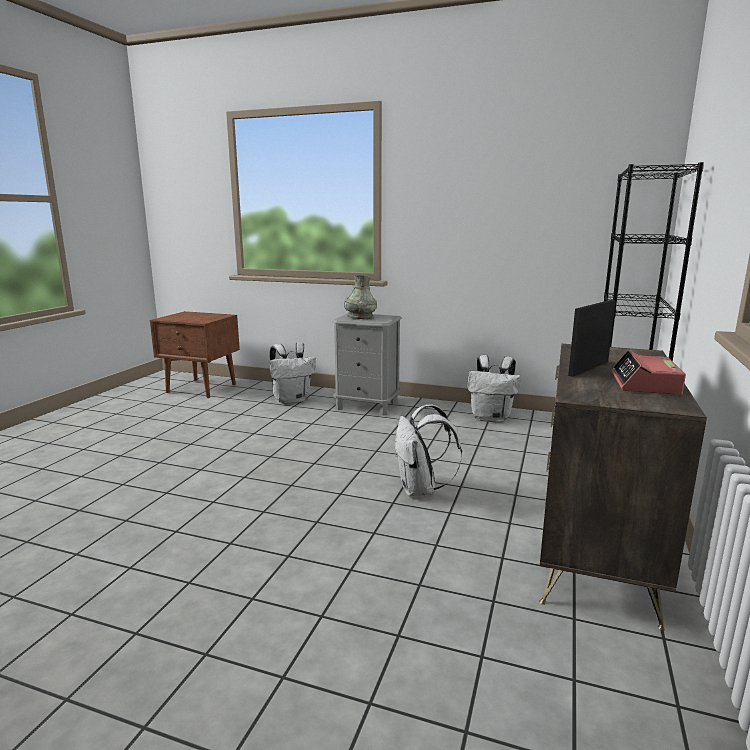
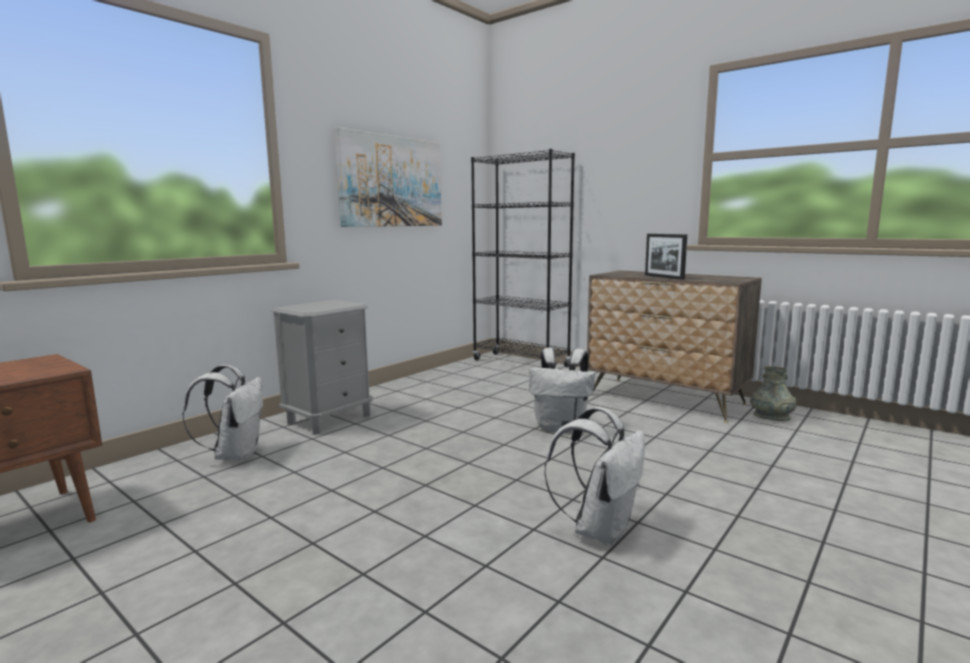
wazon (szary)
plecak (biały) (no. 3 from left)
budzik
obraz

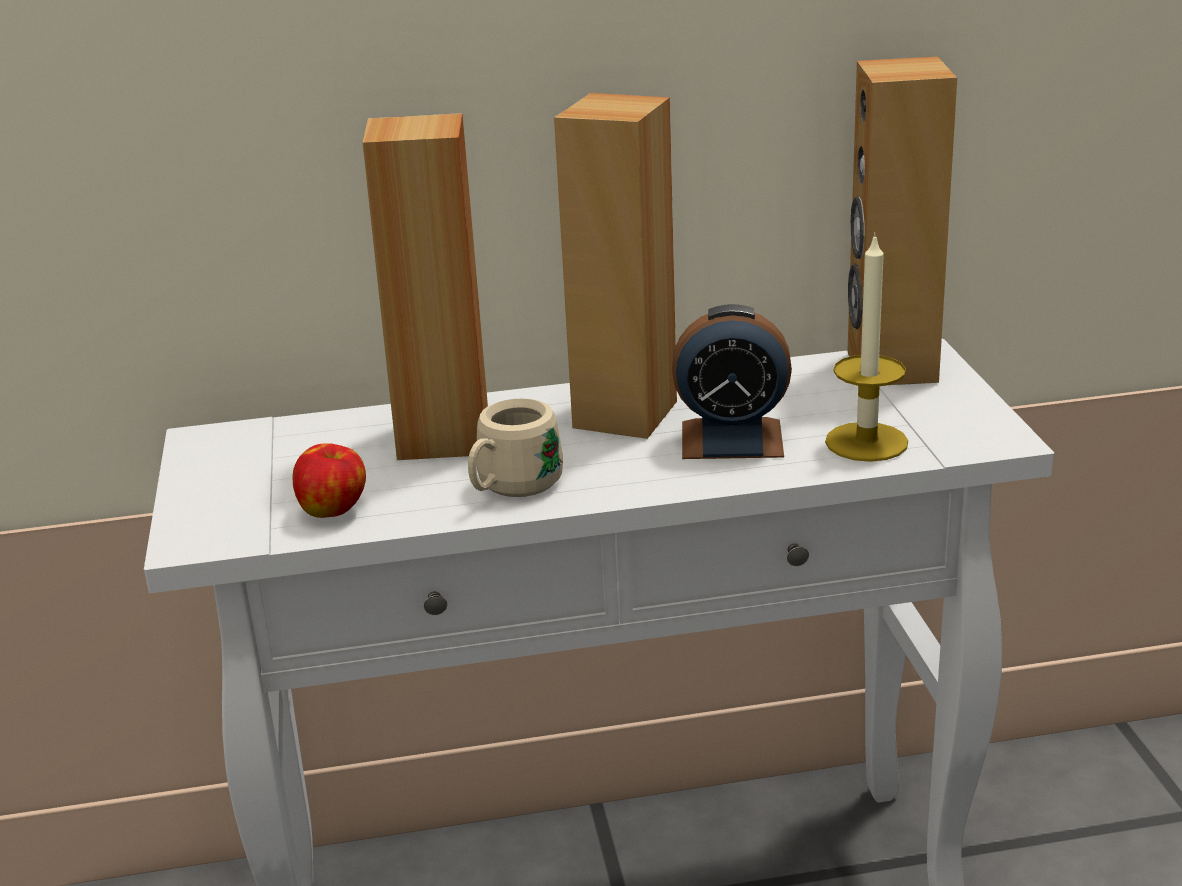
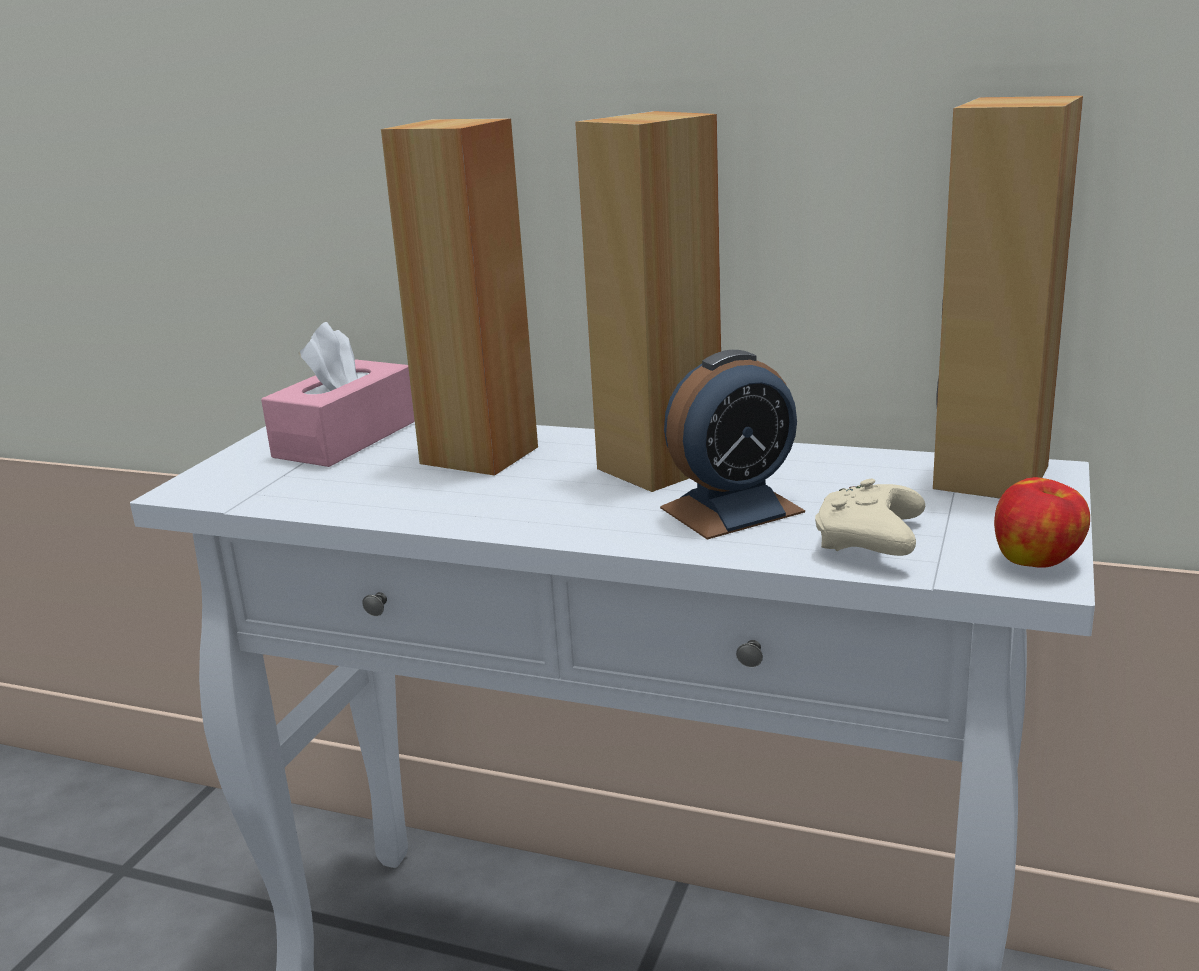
jabłko
kubek (beżowy)
budzik
pad do gier (beżowy)
pudełko chusteczek (różowy)

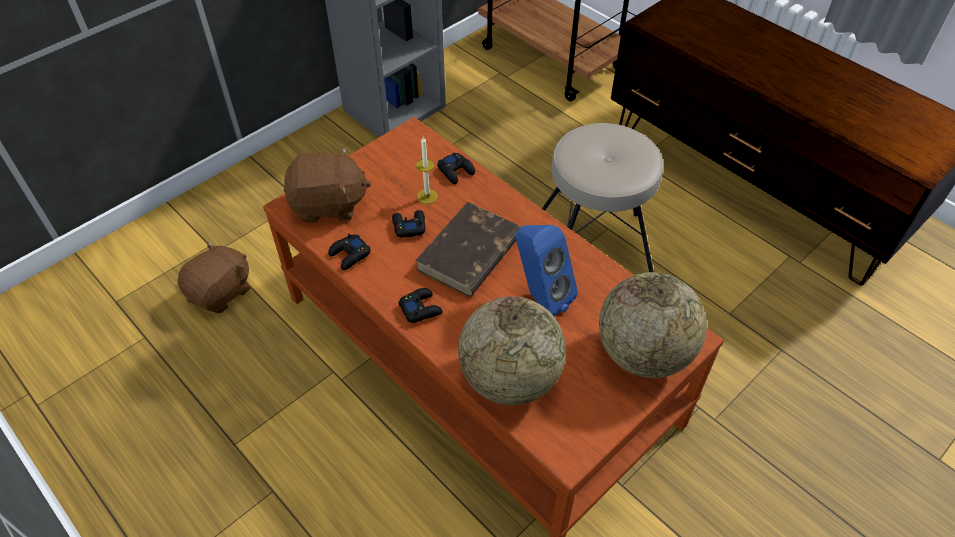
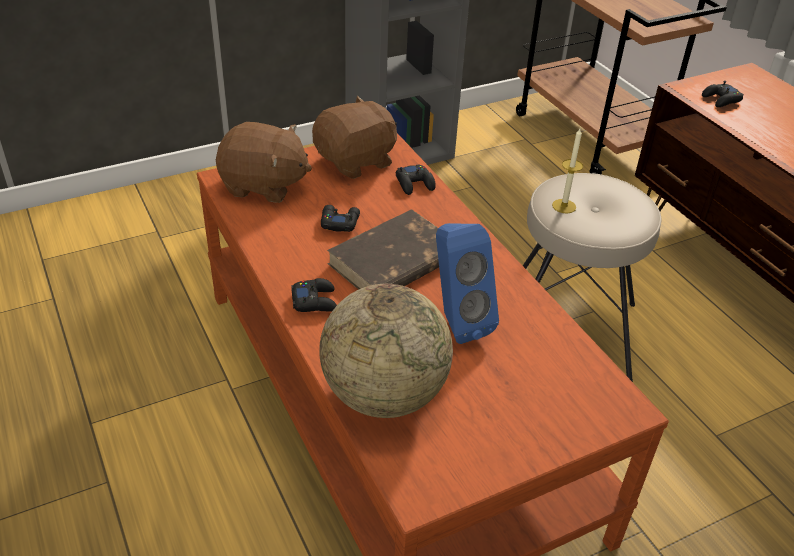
pluszak (brązowy) (no. 2 from left)
pad do gier (czarny) (no. 4 from left)
świeca
globus (no. 2 from left in the first image)

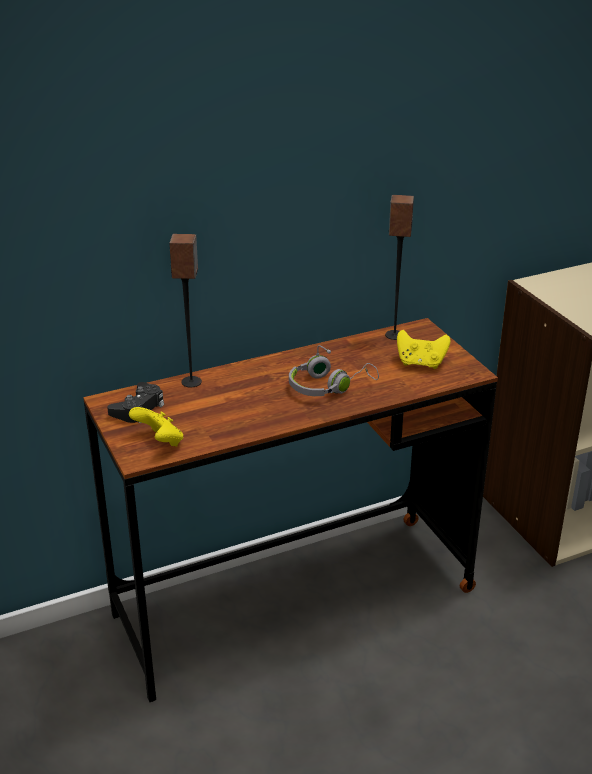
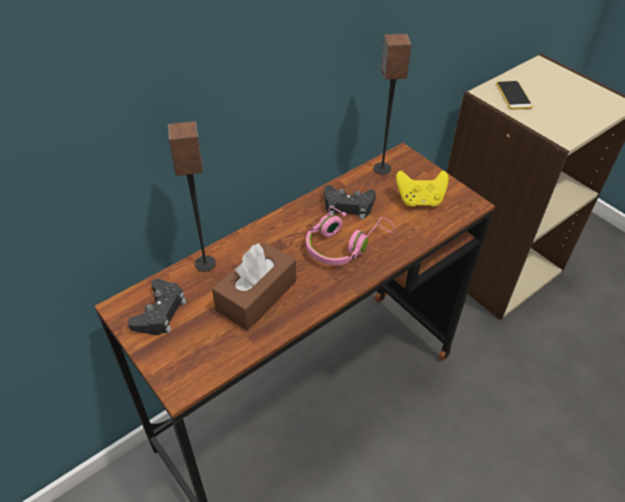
pad do gier (żółty) (no. 1 from left in the first image)
słuchawki (różowy)
pudełko chusteczek (brązowy)
pad do gier (czarny) (no. 2 from left)
telefon

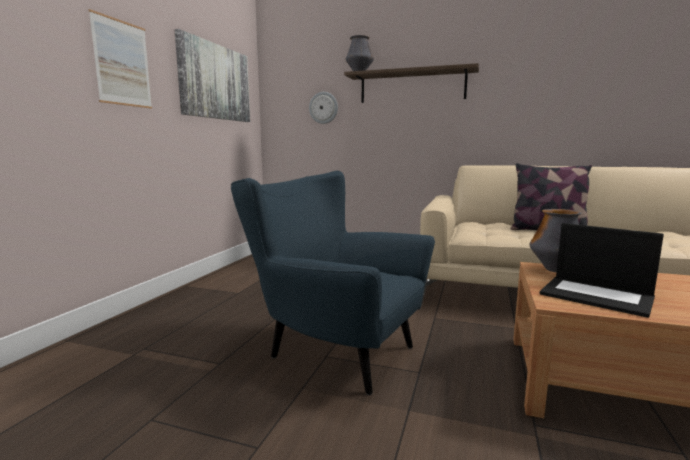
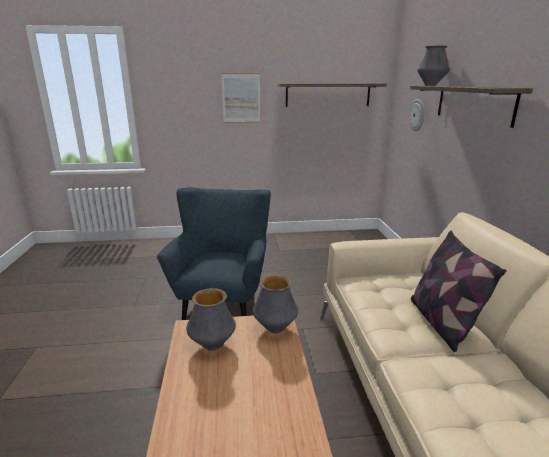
półka (no. 1 from left)
wazon (no. 1 from left)

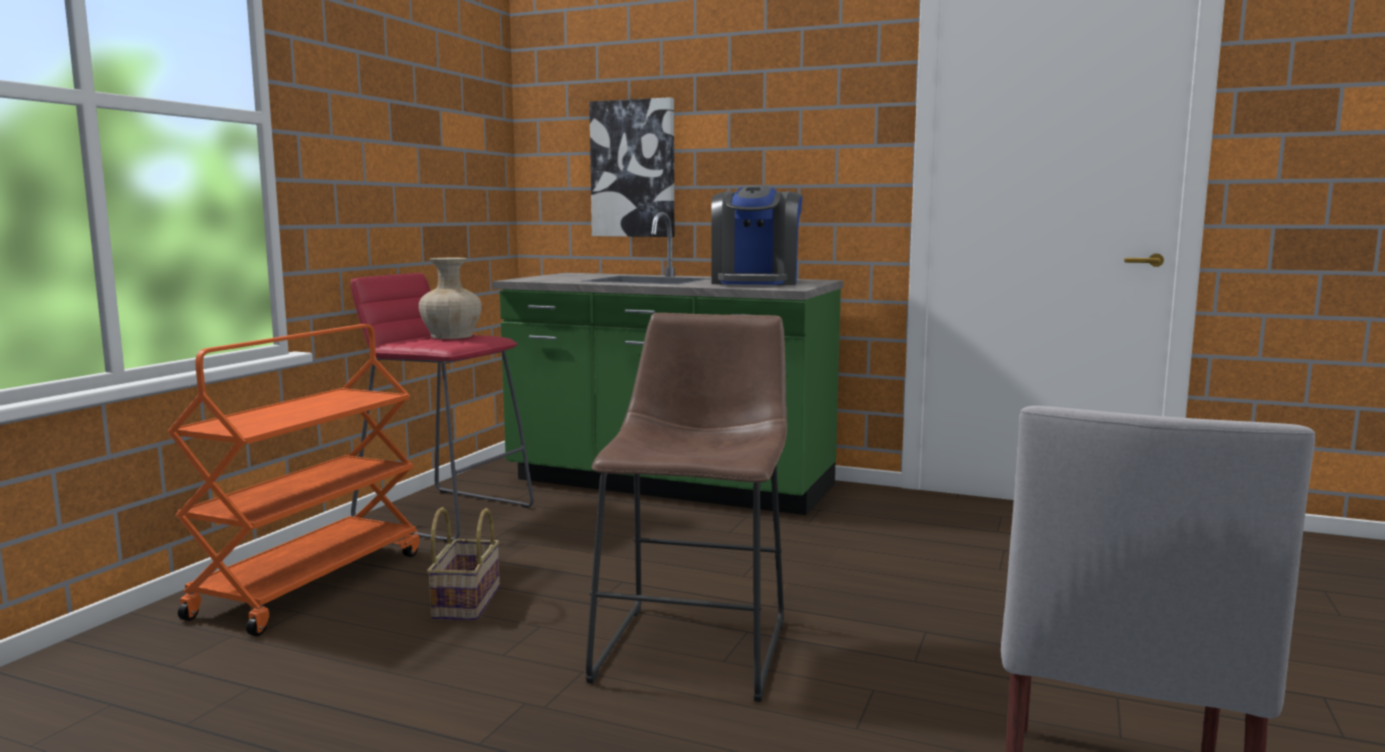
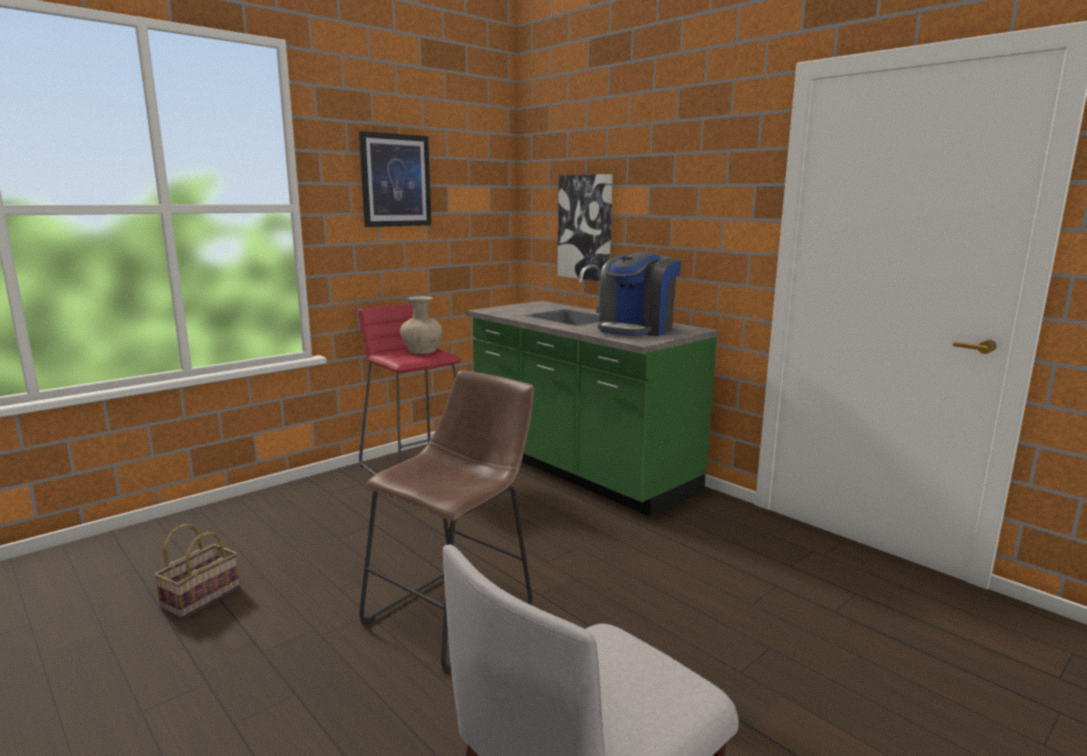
wózek (pomarańczowy)
koszyk
obraz (no. 1 from left)

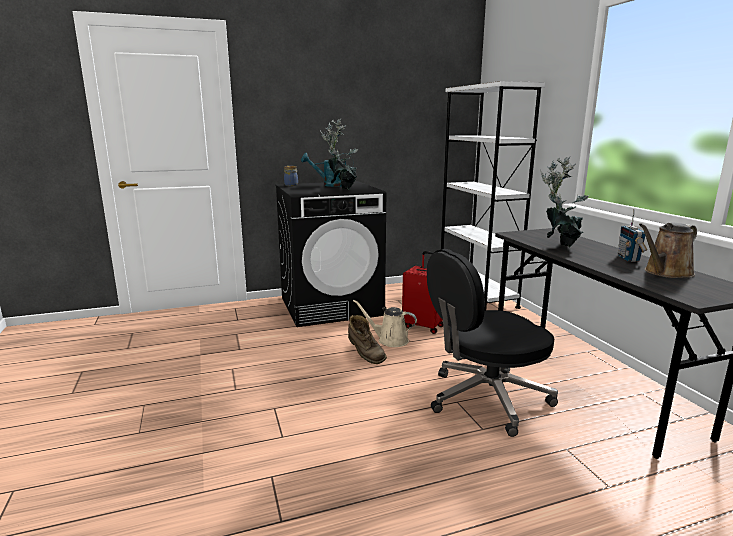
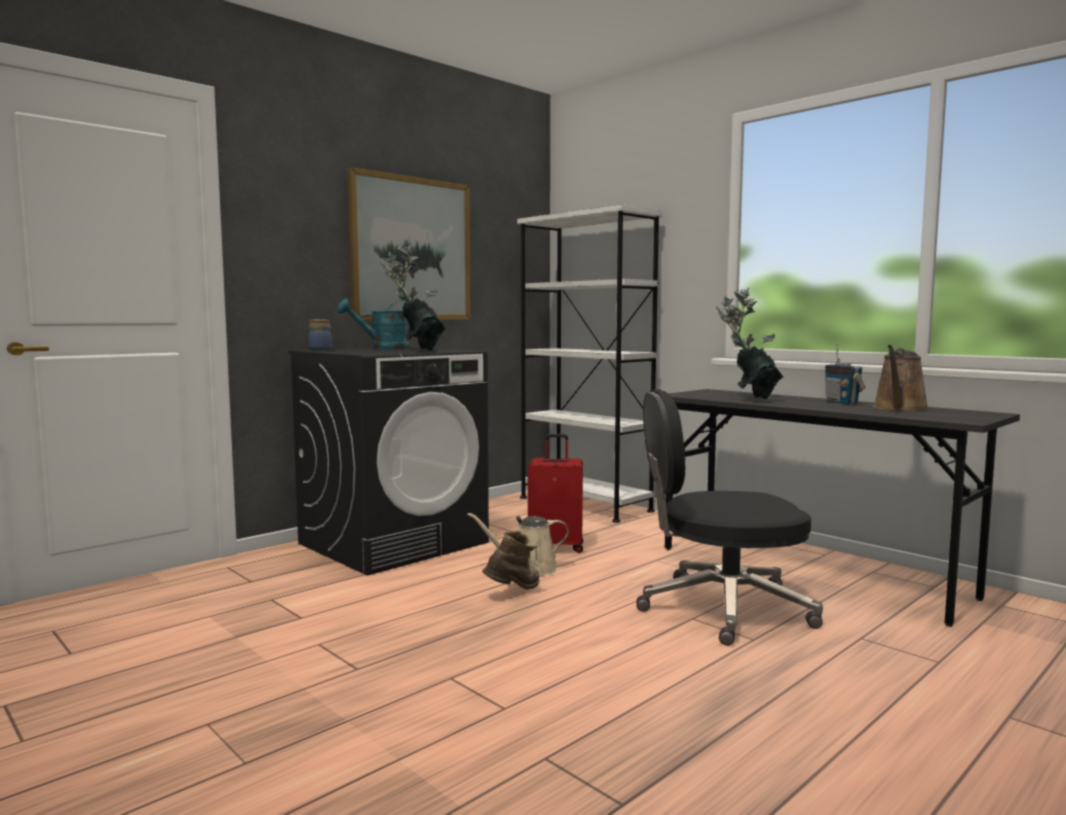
but z cholewką (brązowy)
krzesło biurowe (czarny)
obraz

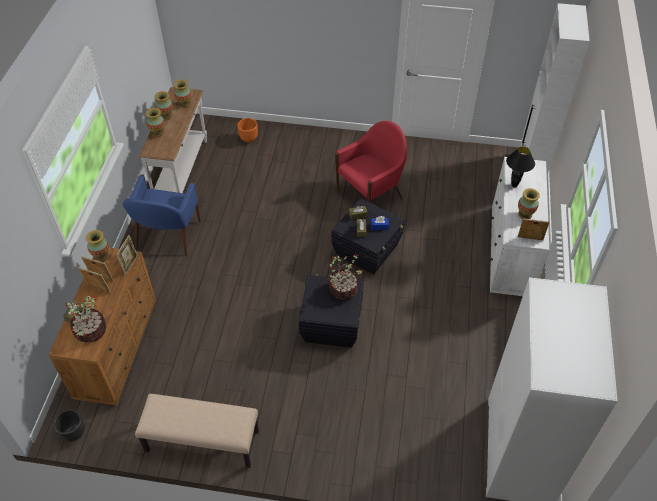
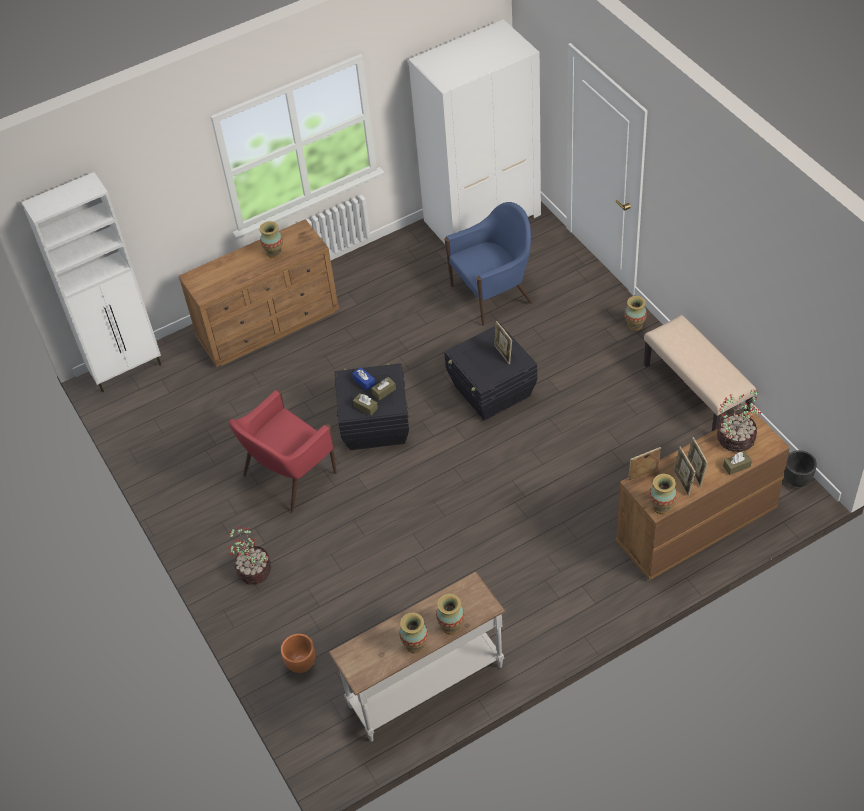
fotel (niebieski)
wazon (no. 4 from left)
roślina doniczkowa (no. 1 from left)
fotel (czerwony)
komoda (brązowy) (no. 1 from left)
lampa stołowa (czarny)
ramka na zdjęcie (no. 1 from left)

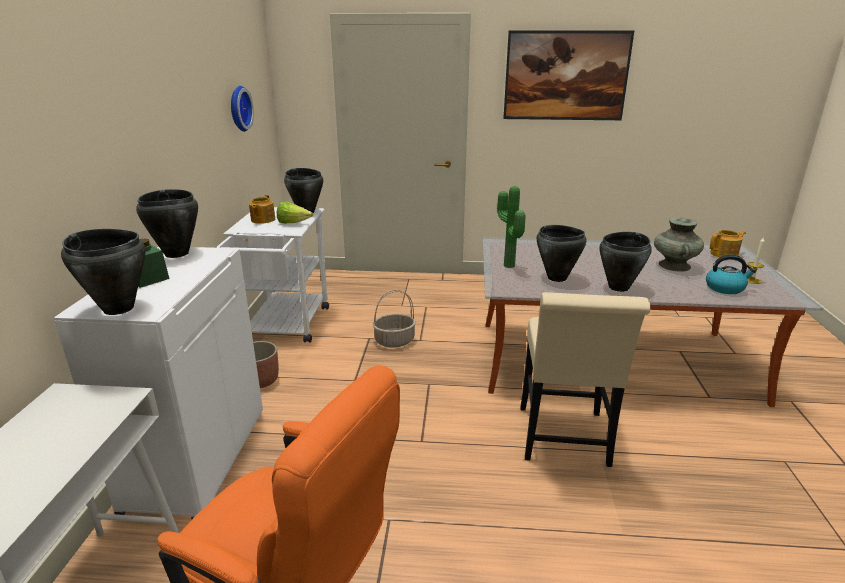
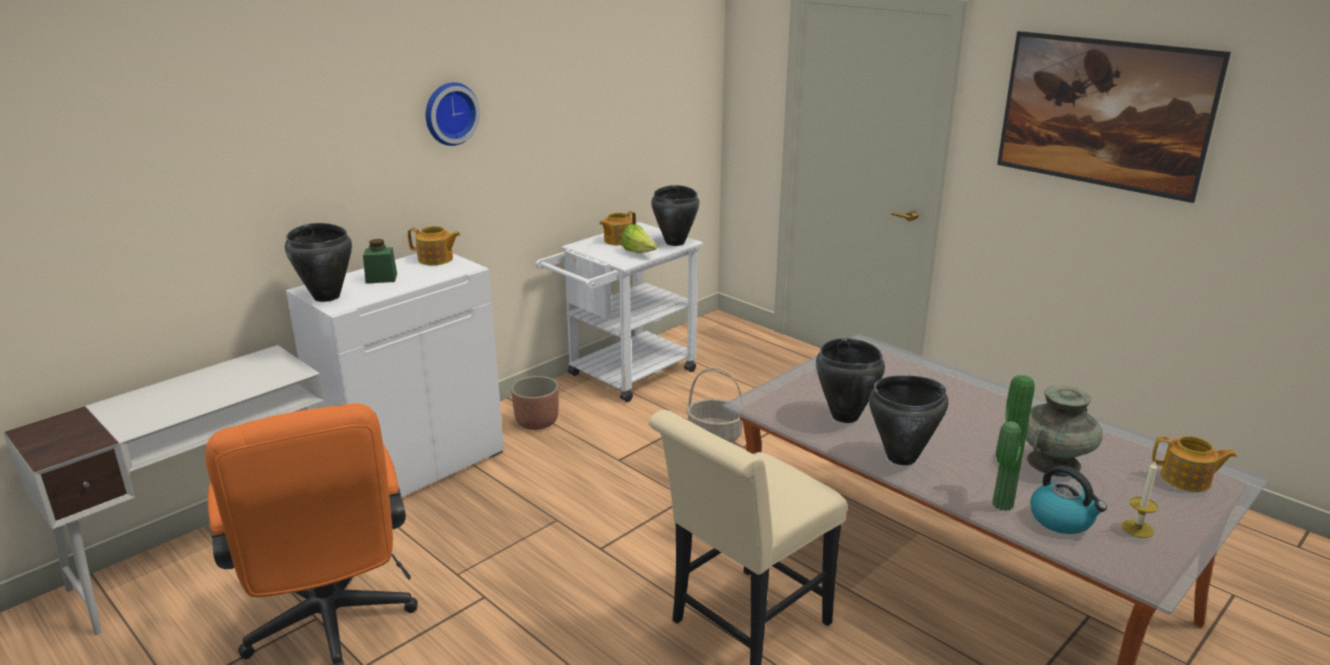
imbryk (no. 1 from left)
zegar ścienny
roślina doniczkowa

